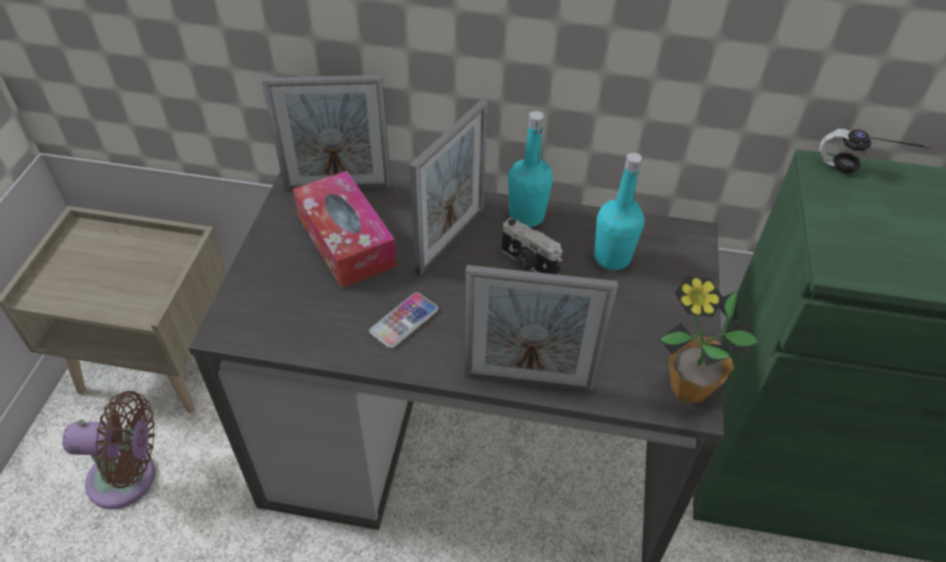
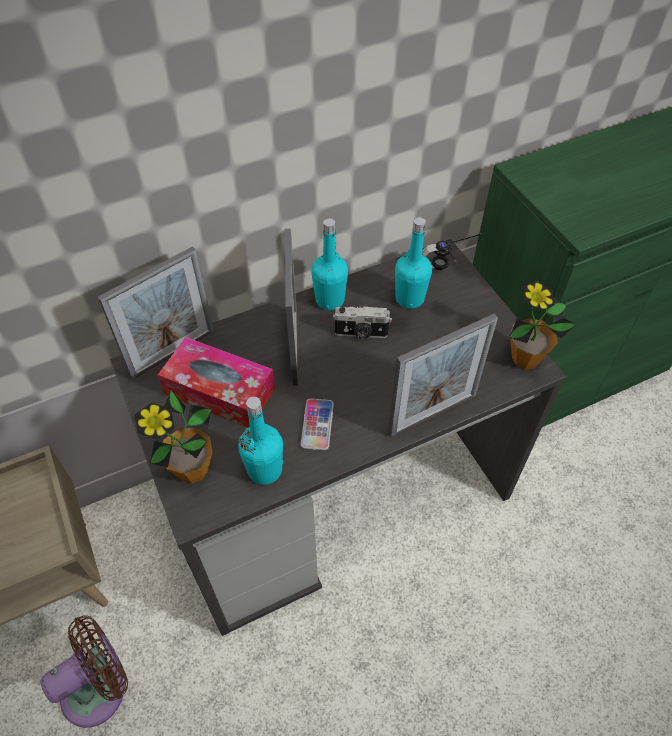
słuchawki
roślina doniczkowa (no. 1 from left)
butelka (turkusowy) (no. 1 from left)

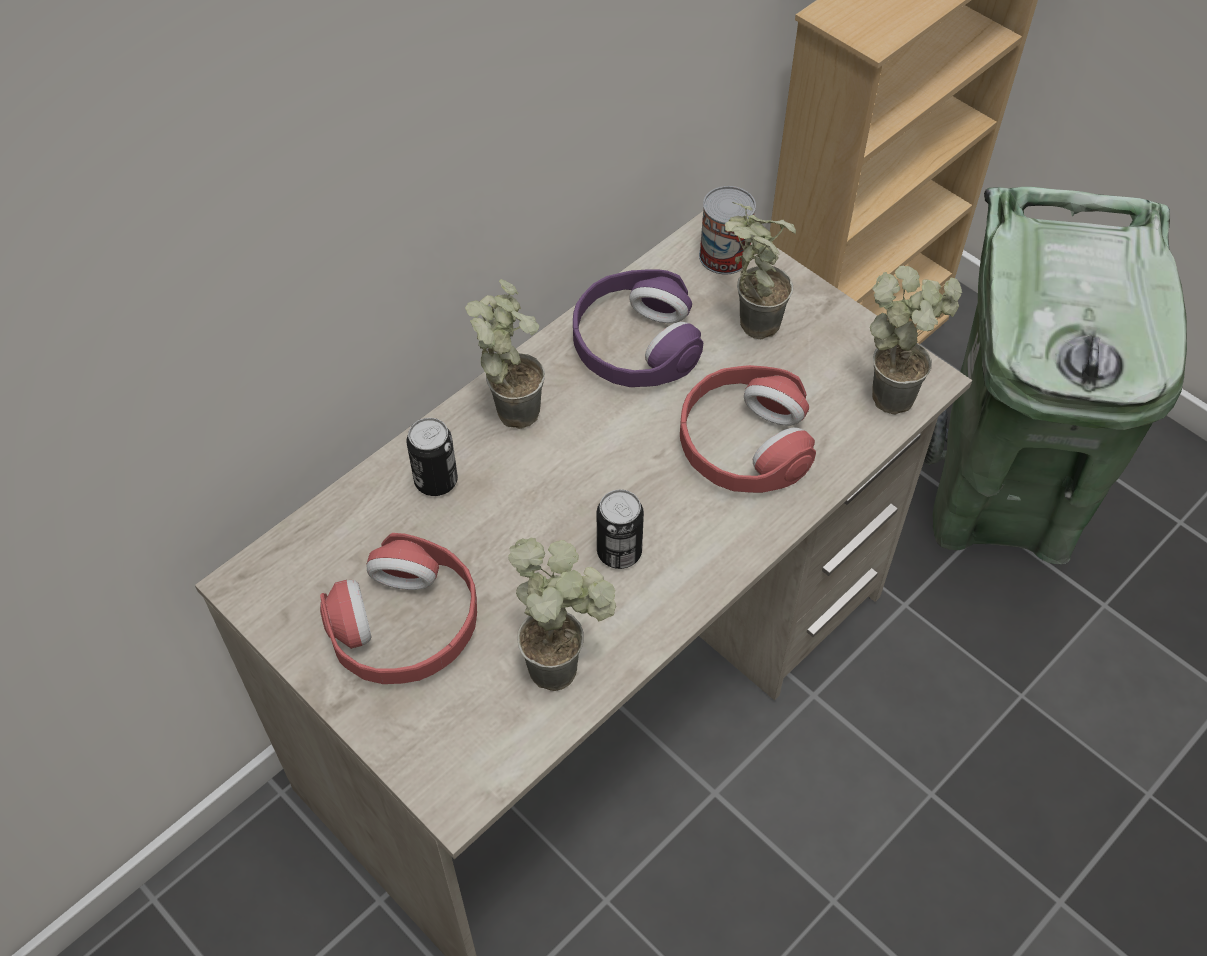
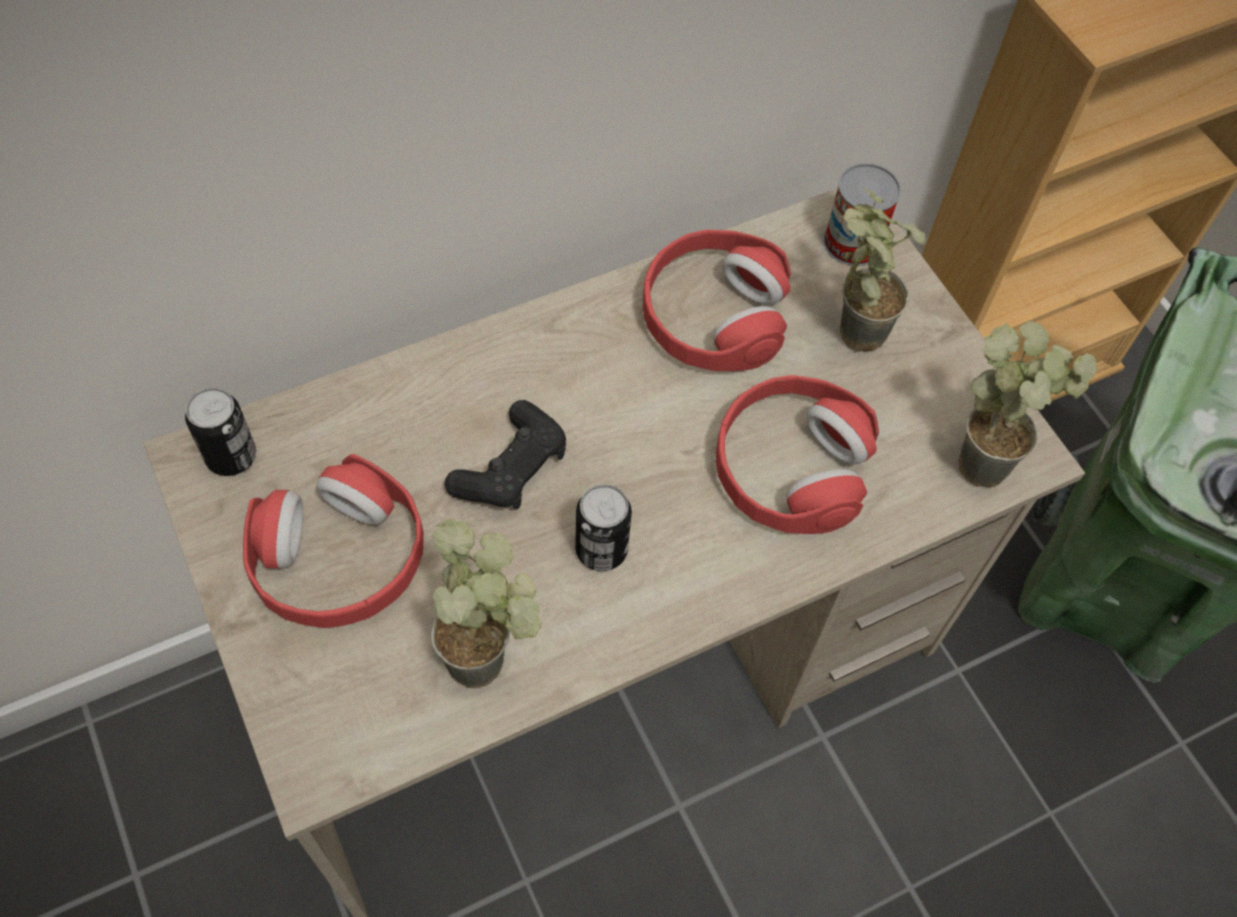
puszka (no. 1 from left)
roślina doniczkowa (no. 1 from left in the first image)
słuchawki (czerwony) (no. 2 from left)
pad do gier (czarny)

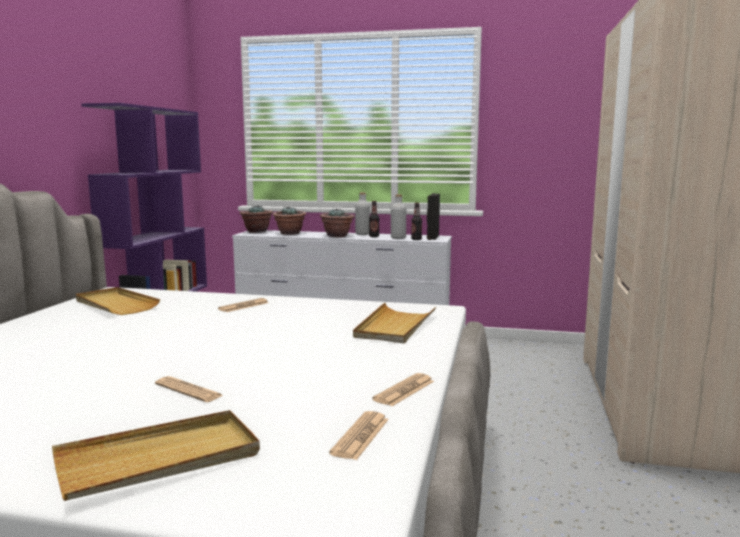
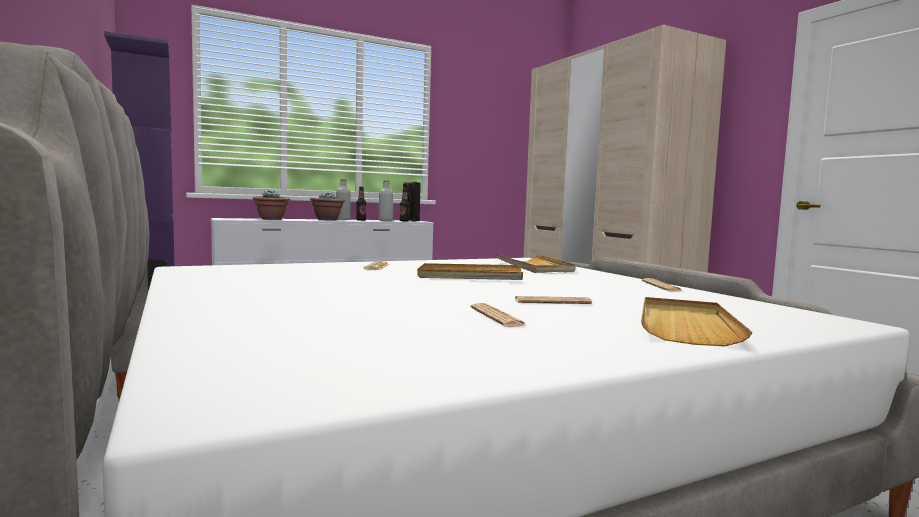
taca (beżowy) (no. 1 from left)
roślina doniczkowa (no. 1 from left in the first image)
gazeta (no. 2 from left)

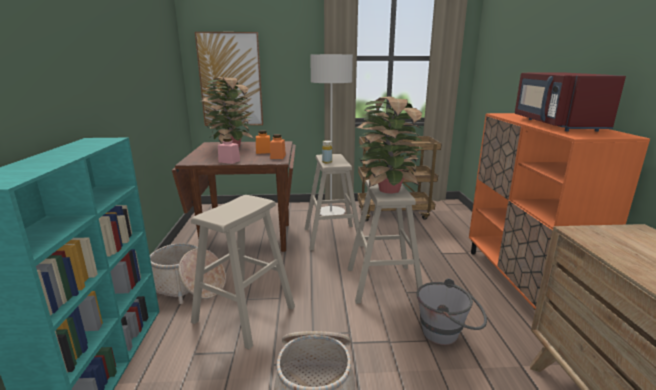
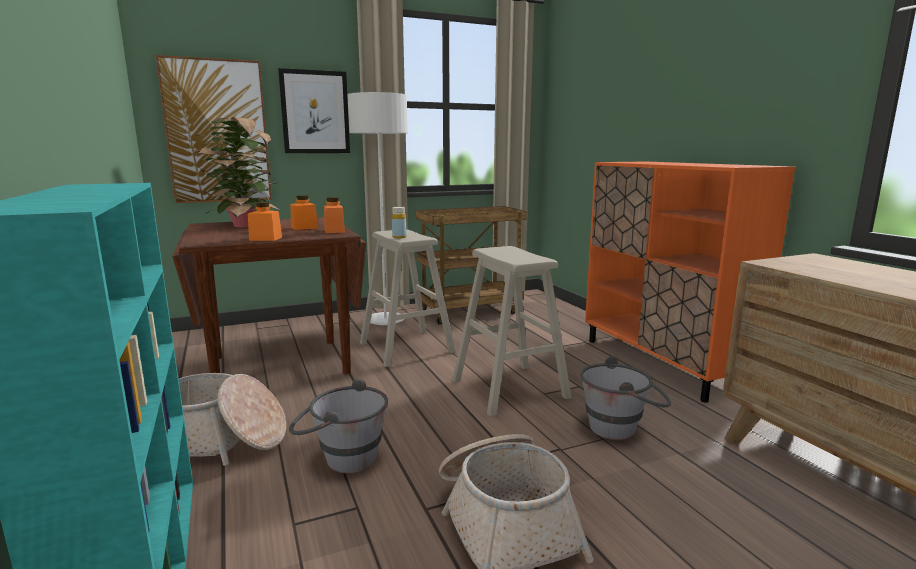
wiadro (szary) (no. 1 from left)
słoik (pomarańczowy) (no. 1 from left)
roślina doniczkowa (no. 2 from left in the first image)
mikrofalówka (czerwony)
obraz (no. 2 from left)

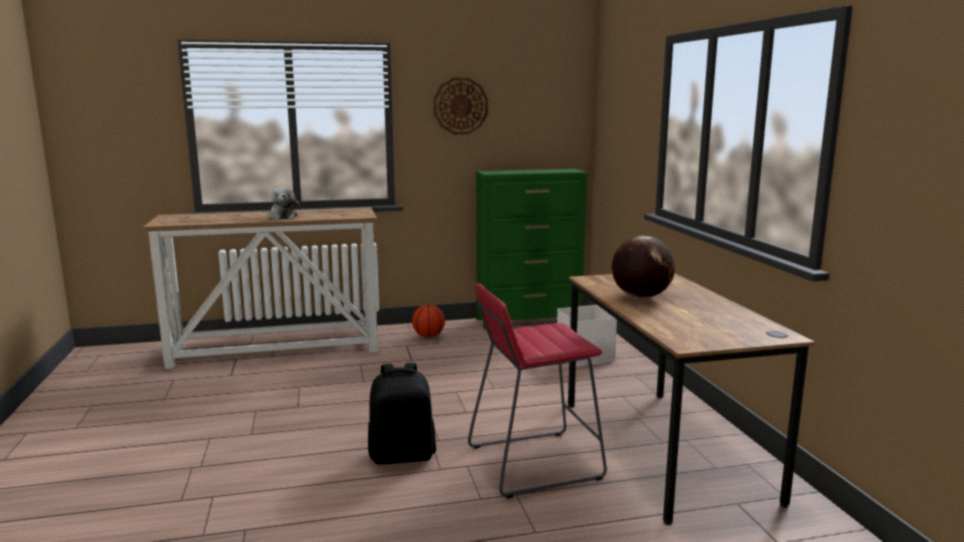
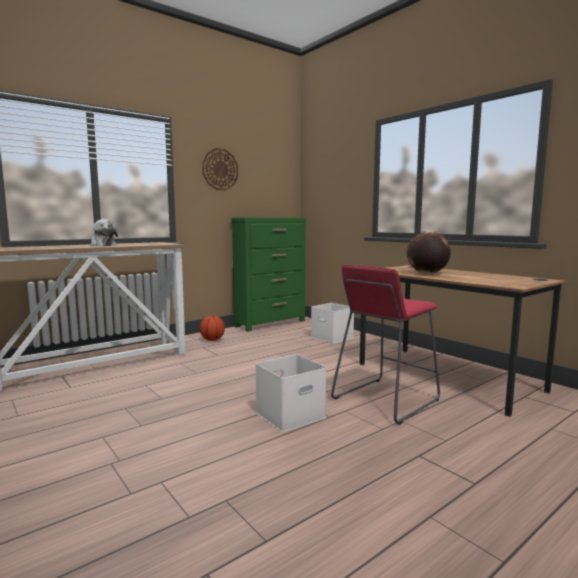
pojemnik do przechowywania (biały) (no. 1 from left)

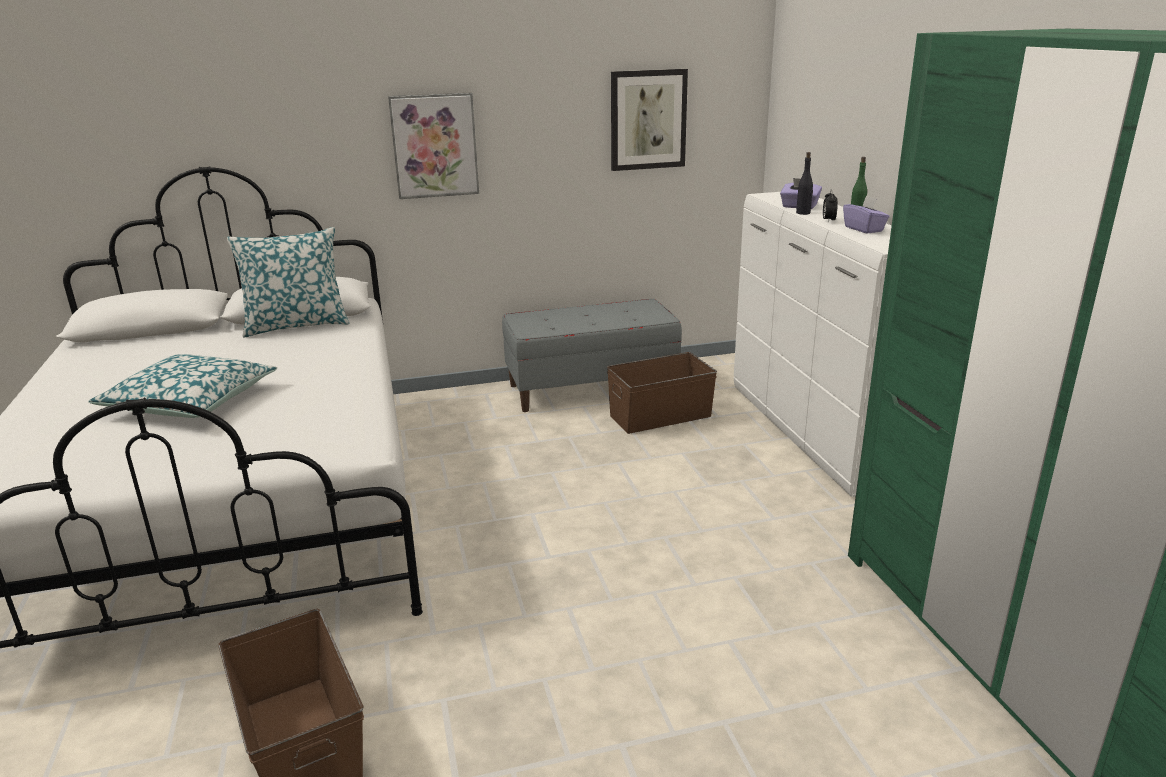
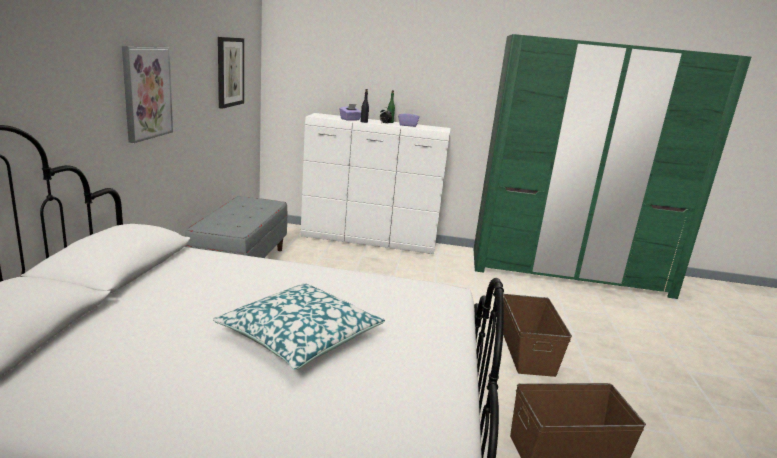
poduszka (no. 2 from left in the first image)
pojemnik do przechowywania (brązowy) (no. 1 from left)

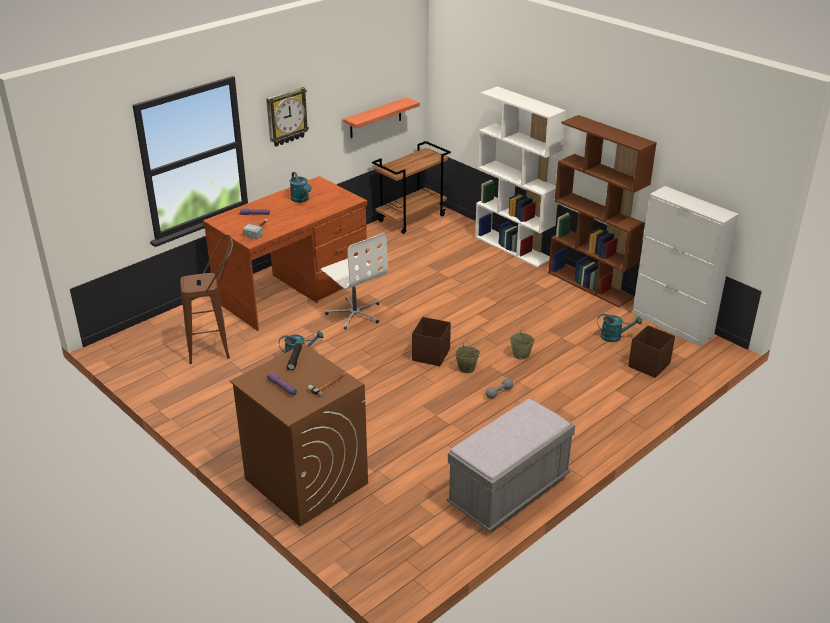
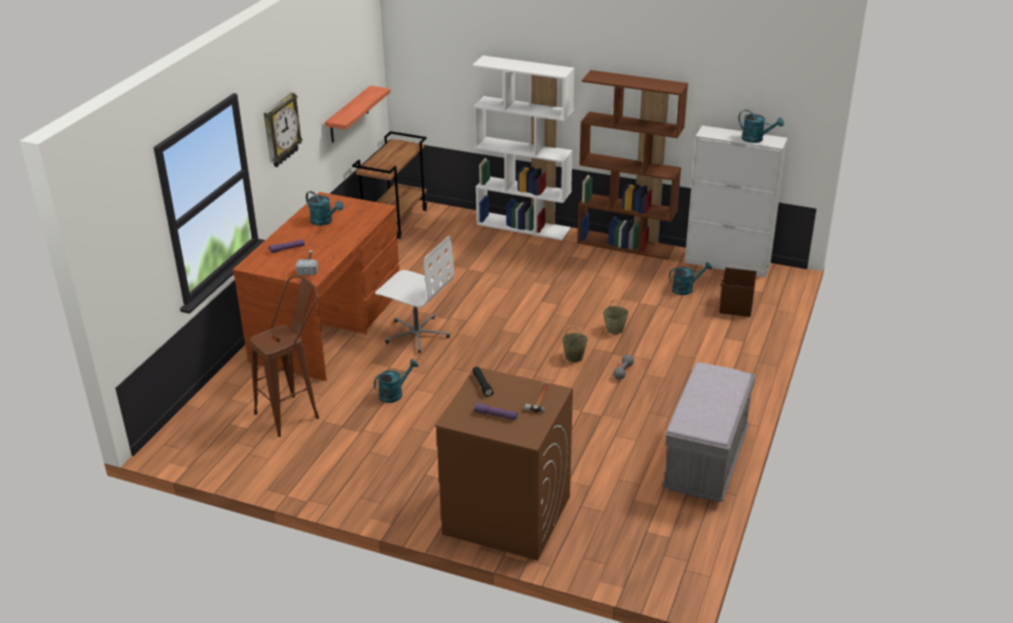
pojemnik do przechowywania (brązowy) (no. 1 from left in the first image)
konewka (turkusowy) (no. 4 from left)

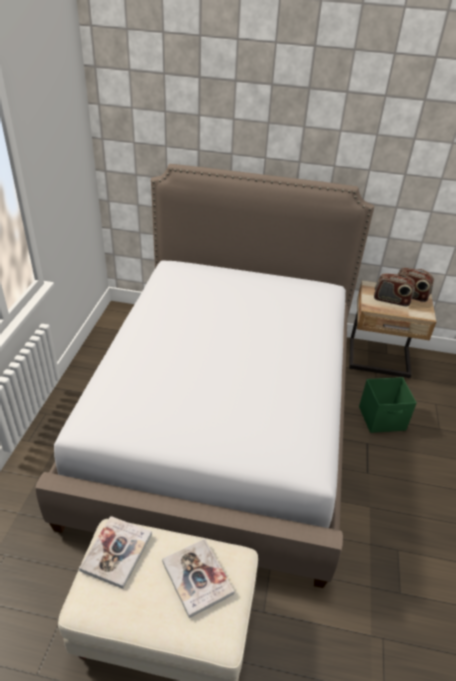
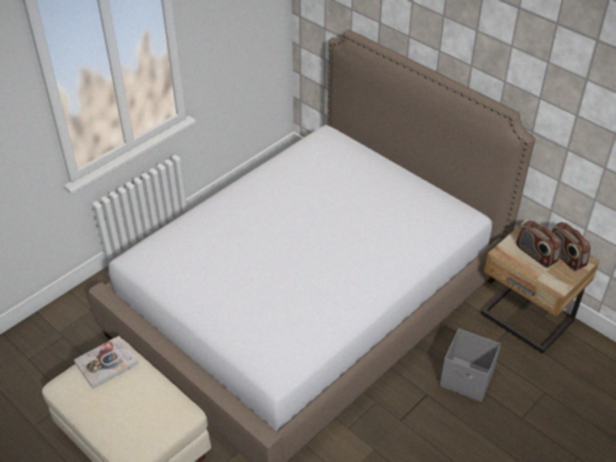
książka (no. 2 from left in the first image)
pojemnik do przechowywania (szary)

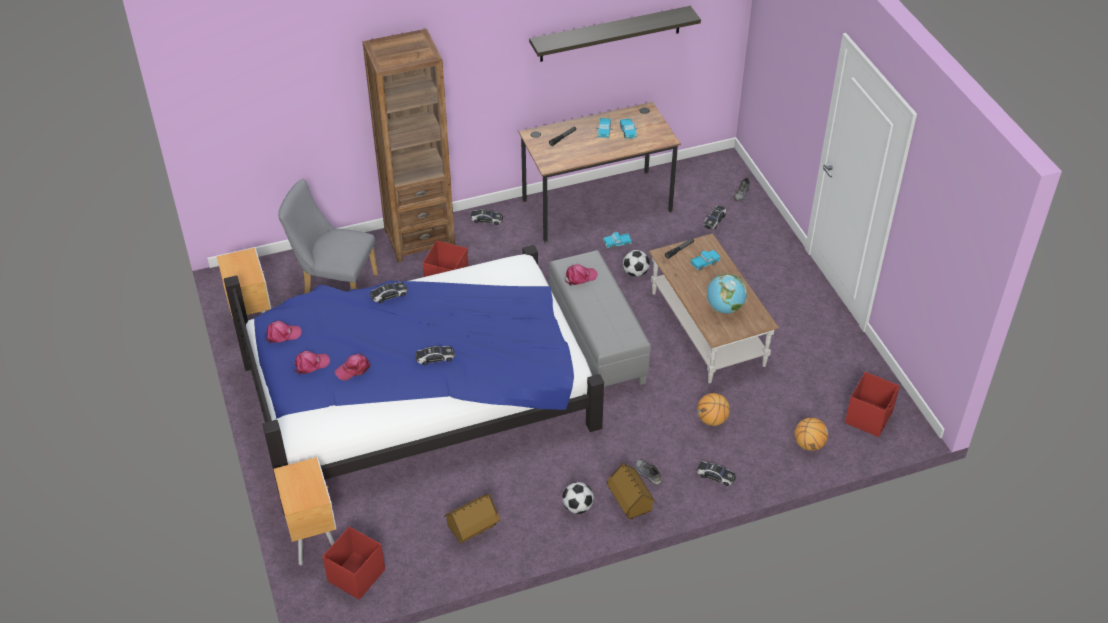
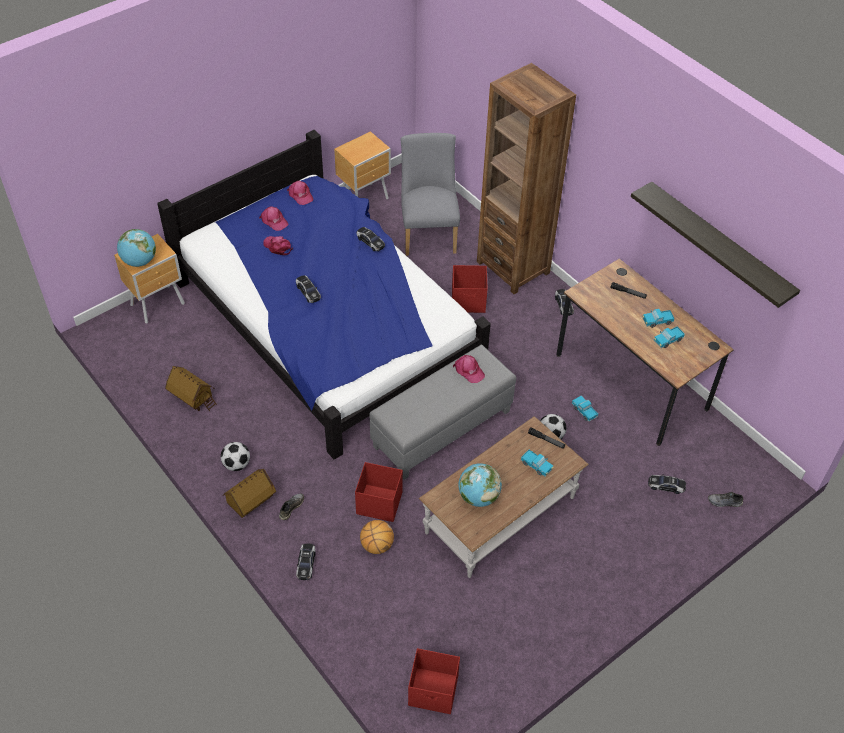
pojemnik do przechowywania (czerwony) (no. 1 from left)
piłka do koszykówki (no. 2 from left in the first image)
globus (no. 1 from left)

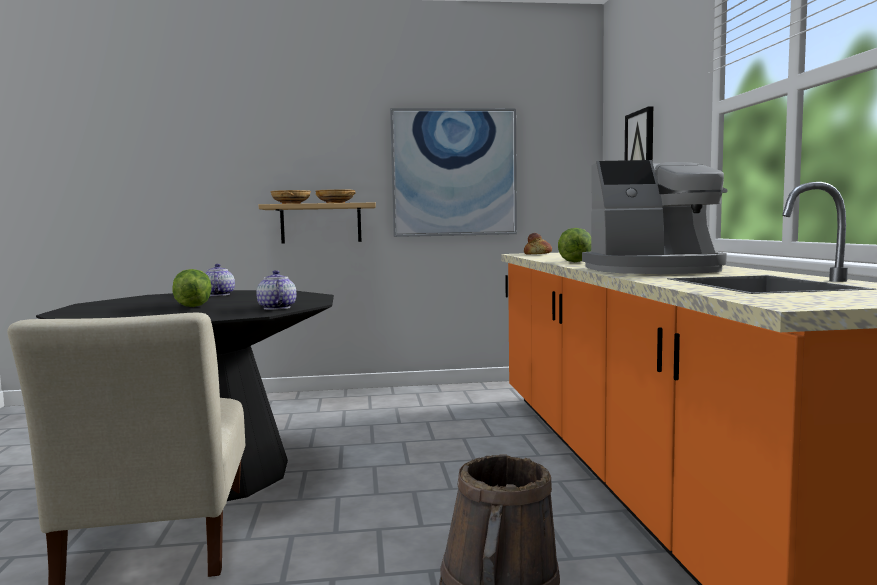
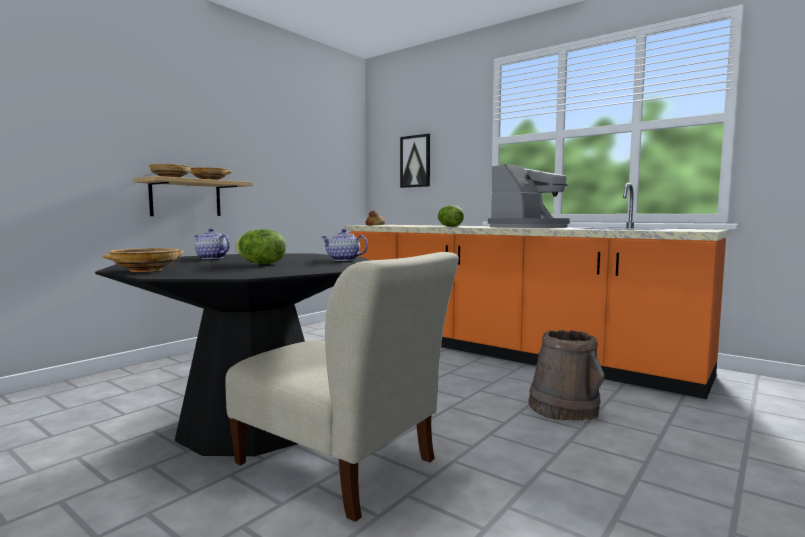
obraz (no. 1 from left in the first image)
miska (beżowy) (no. 1 from left)

